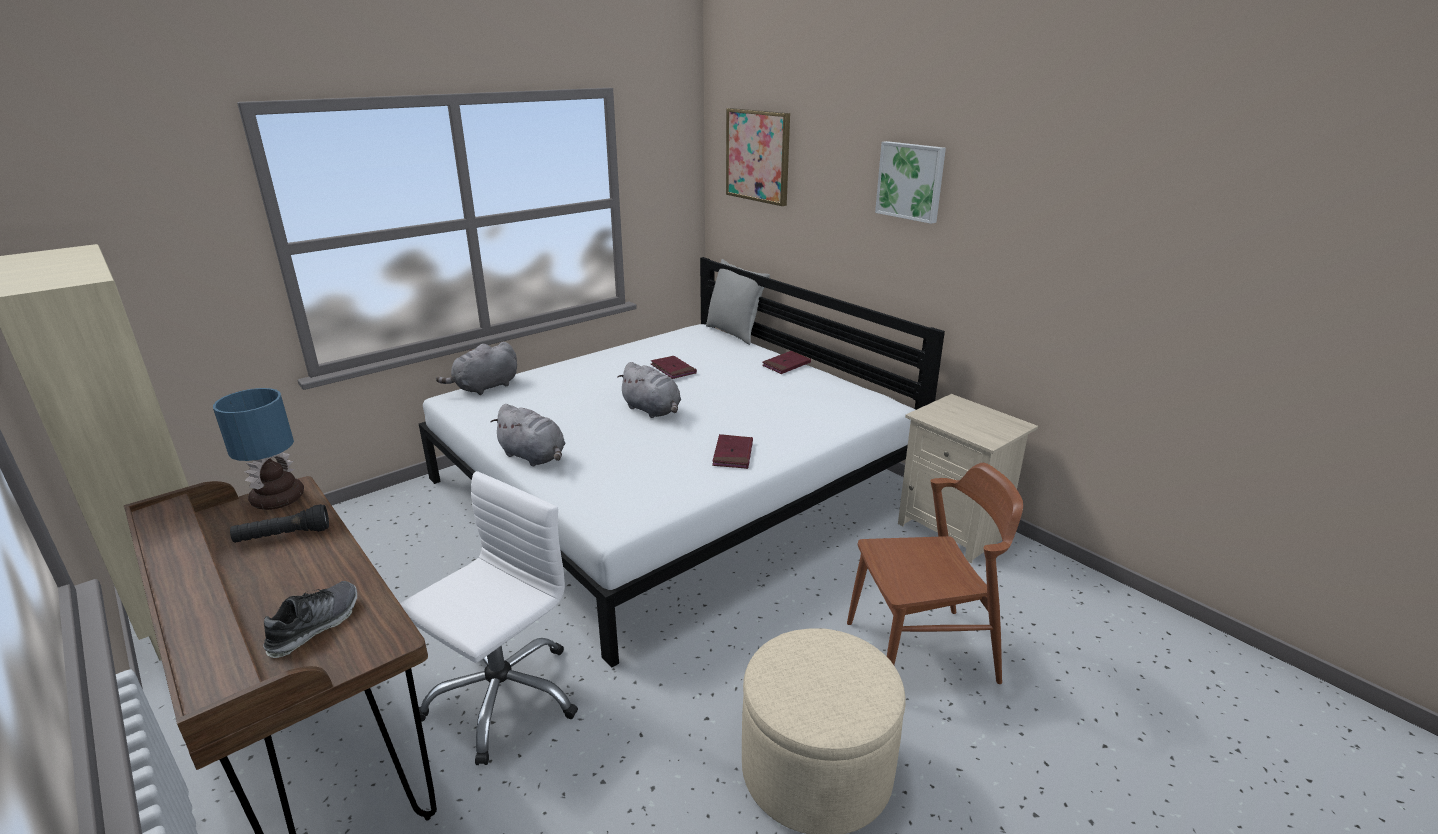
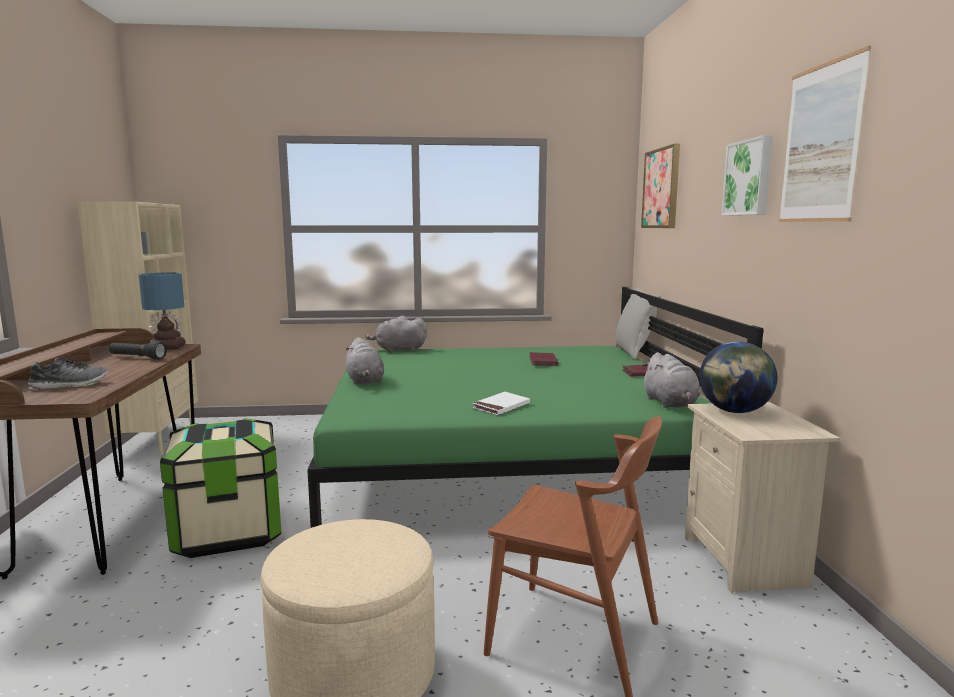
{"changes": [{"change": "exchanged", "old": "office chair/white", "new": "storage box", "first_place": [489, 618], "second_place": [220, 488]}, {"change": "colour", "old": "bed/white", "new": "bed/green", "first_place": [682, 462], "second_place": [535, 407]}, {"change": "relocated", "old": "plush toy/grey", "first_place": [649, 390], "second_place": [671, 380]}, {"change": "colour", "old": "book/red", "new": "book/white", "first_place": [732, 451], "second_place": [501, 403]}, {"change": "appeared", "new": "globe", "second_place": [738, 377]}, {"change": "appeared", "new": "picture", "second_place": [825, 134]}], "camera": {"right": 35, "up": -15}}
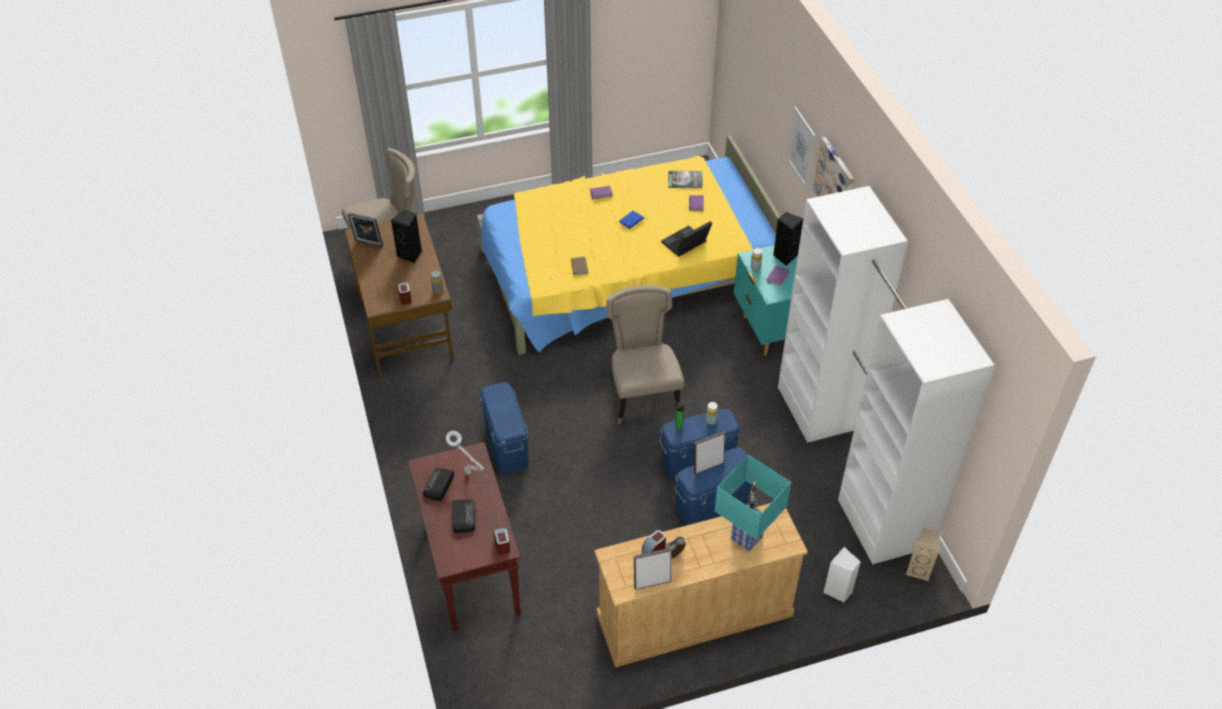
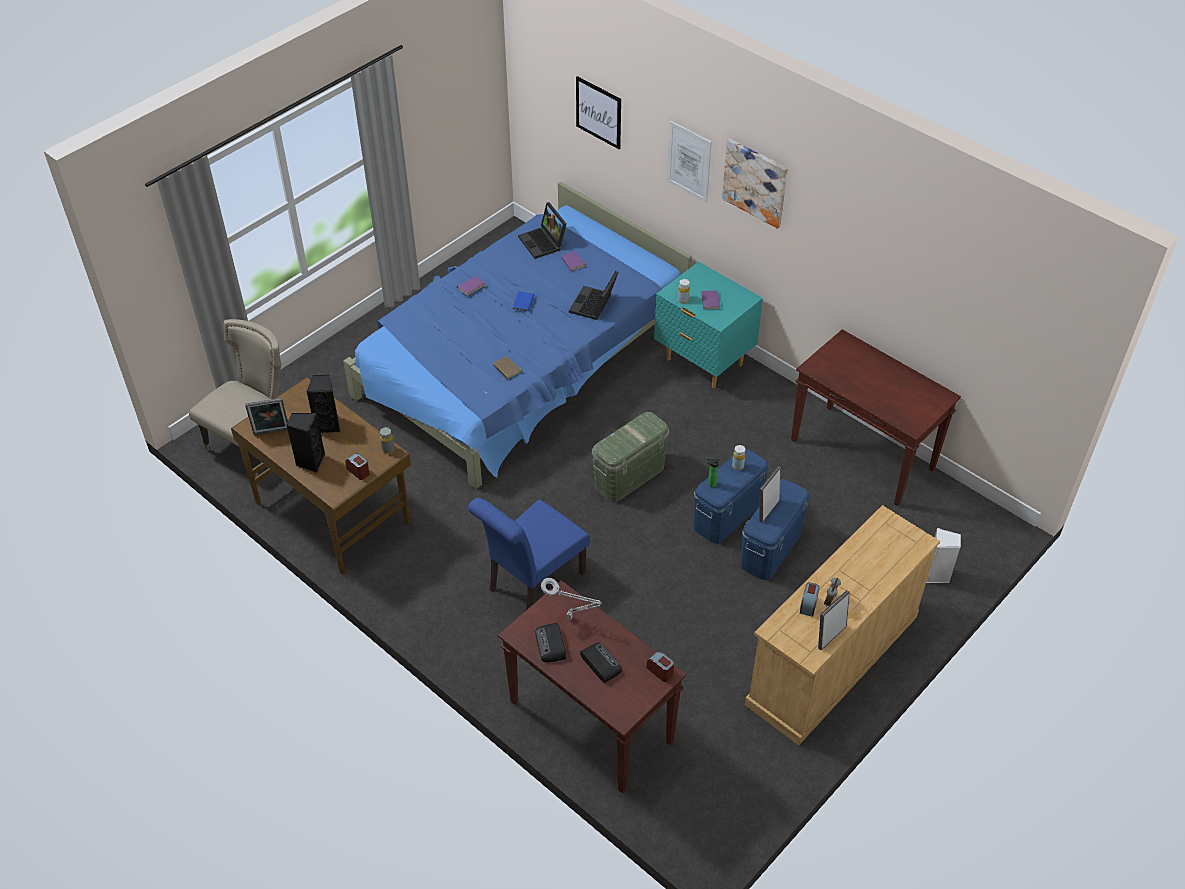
{"changes": [{"change": "colour", "old": "bed/yellow", "new": "bed/blue", "first_place": [628, 245], "second_place": [517, 335]}, {"change": "exchanged", "old": "storage box/blue", "new": "chair/blue", "first_place": [504, 427], "second_place": [529, 554]}, {"change": "exchanged", "old": "chair/beige", "new": "storage box/green", "first_place": [645, 354], "second_place": [630, 457]}, {"change": "exchanged", "old": "book", "new": "laptop", "first_place": [685, 179], "second_place": [542, 230]}, {"change": "missing", "old": "table lamp/turquoise", "first_place": [753, 503]}, {"change": "relocated", "old": "speaker/black", "first_place": [788, 239], "second_place": [305, 443]}, {"change": "exchanged", "old": "wardrobe/white", "new": "console table/brown", "first_place": [886, 375], "second_place": [876, 417]}, {"change": "missing", "old": "speaker/beige", "first_place": [922, 554]}, {"change": "appeared", "new": "picture", "second_place": [598, 112]}], "camera": {"right": -30, "up": 0}}
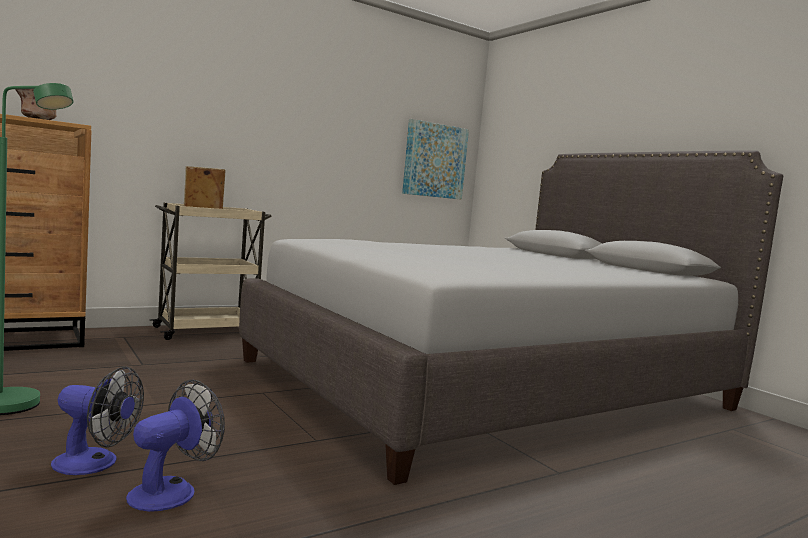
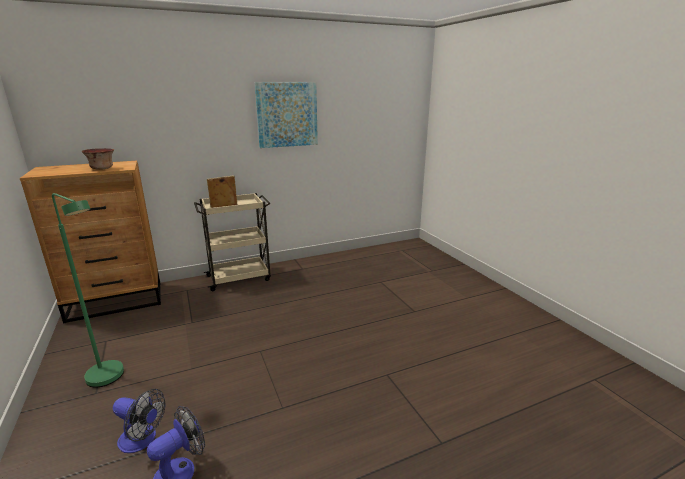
{"changes": [{"change": "missing", "old": "bed/grey", "first_place": [511, 317]}, {"change": "relocated", "old": "picture", "first_place": [435, 159], "second_place": [286, 115]}], "camera": {"right": 10, "up": 15}}
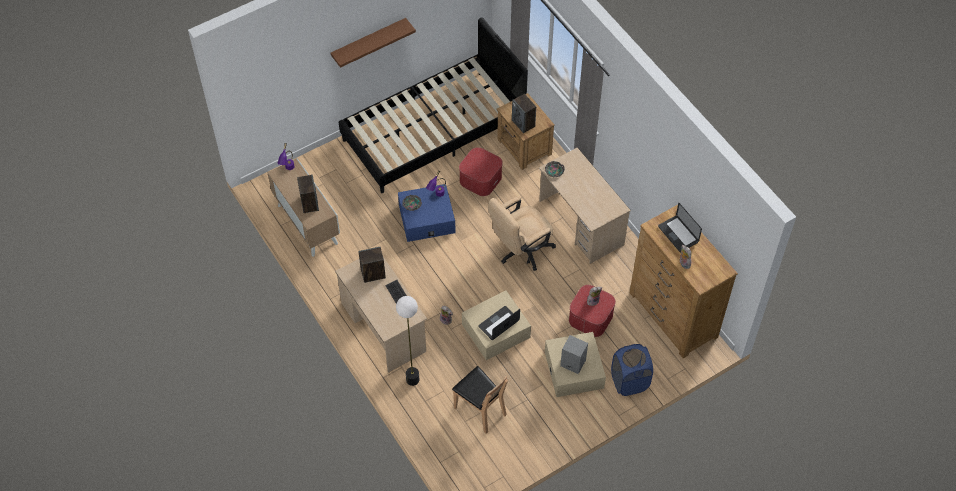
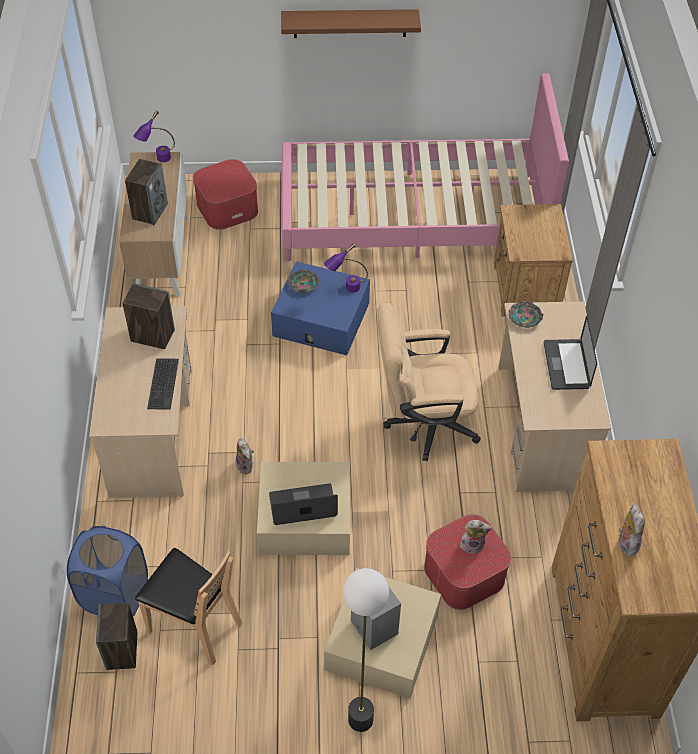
{"changes": [{"change": "colour", "old": "bed/black", "new": "bed/pink", "first_place": [433, 105], "second_place": [425, 167]}, {"change": "relocated", "old": "floor lamp", "first_place": [408, 341], "second_place": [366, 650]}, {"change": "spun", "old": "chair/brown", "first_place": [480, 400], "second_place": [188, 606], "degrees": -45}, {"change": "relocated", "old": "ottoman", "first_place": [481, 171], "second_place": [225, 194]}, {"change": "relocated", "old": "speaker", "first_place": [524, 113], "second_place": [116, 636]}, {"change": "relocated", "old": "laundry basket/blue", "first_place": [632, 370], "second_place": [107, 571]}, {"change": "relocated", "old": "laptop", "first_place": [680, 227], "second_place": [570, 352]}], "camera": {"right": 30, "up": -5}}
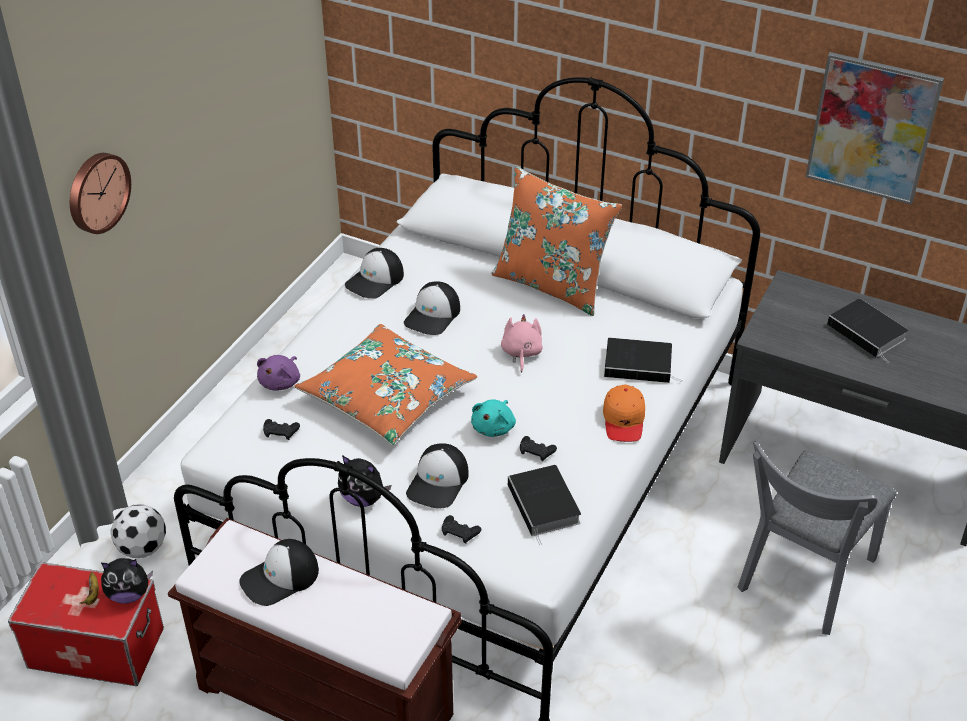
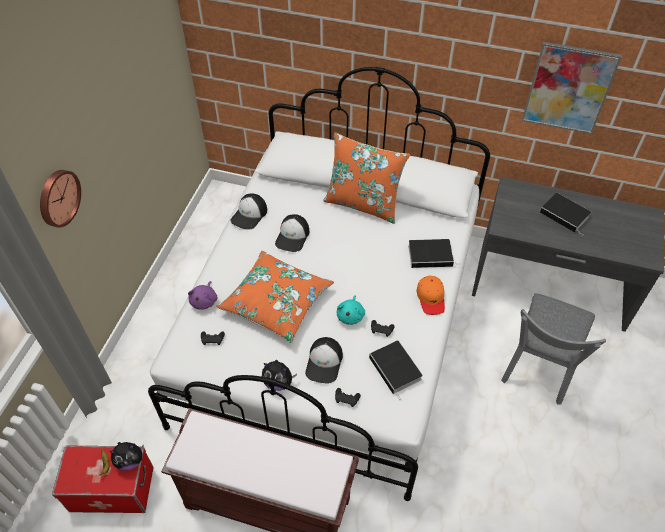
{"changes": [{"change": "missing", "old": "football", "first_place": [138, 531]}, {"change": "missing", "old": "cap", "first_place": [279, 572]}, {"change": "missing", "old": "plush toy/pink", "first_place": [522, 343]}], "camera": {"right": -10, "up": 10}}
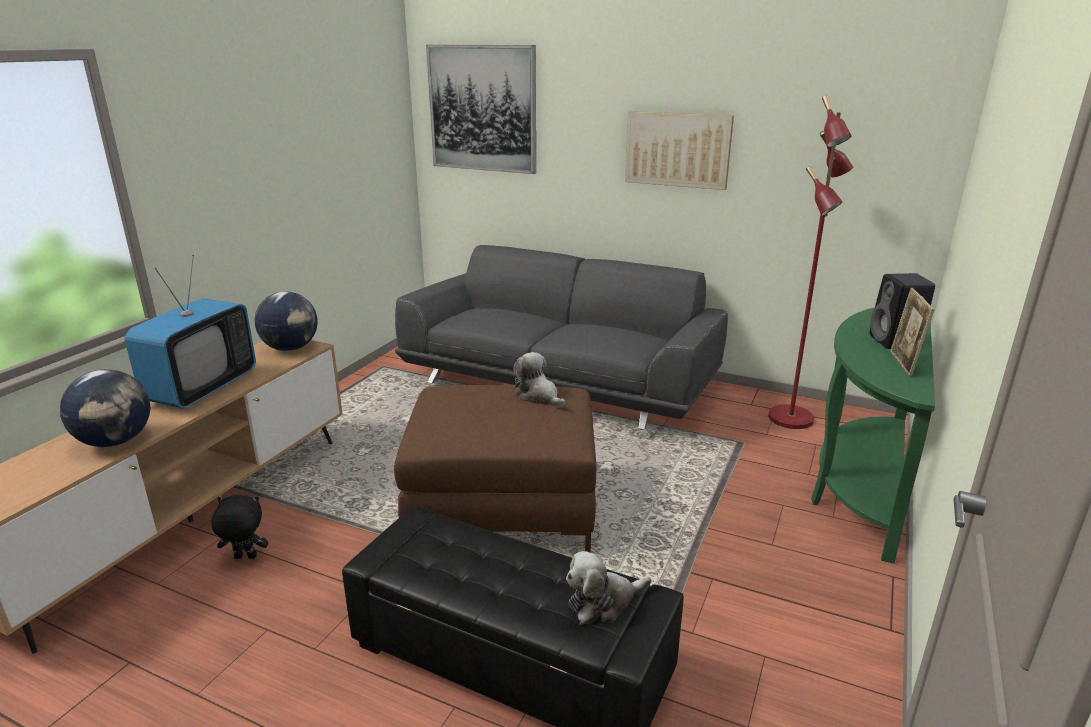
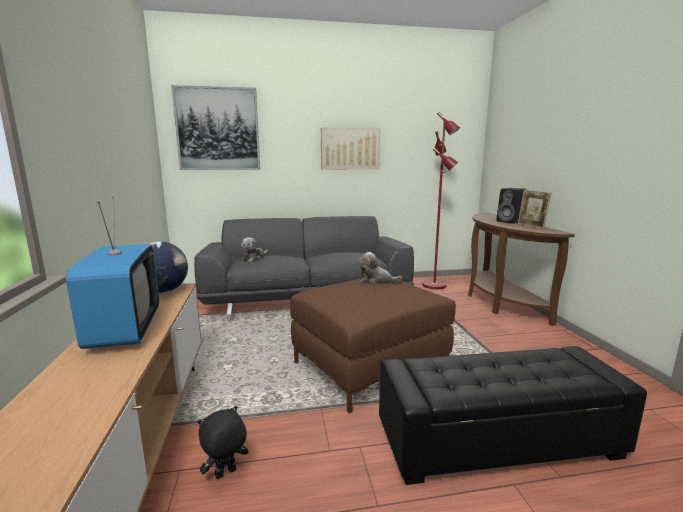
{"changes": [{"change": "missing", "old": "globe", "first_place": [105, 408]}, {"change": "relocated", "old": "plush toy", "first_place": [608, 587], "second_place": [254, 249]}, {"change": "colour", "old": "console table/green", "new": "console table/brown", "first_place": [873, 436], "second_place": [521, 269]}], "camera": {"right": -35, "up": -10}}
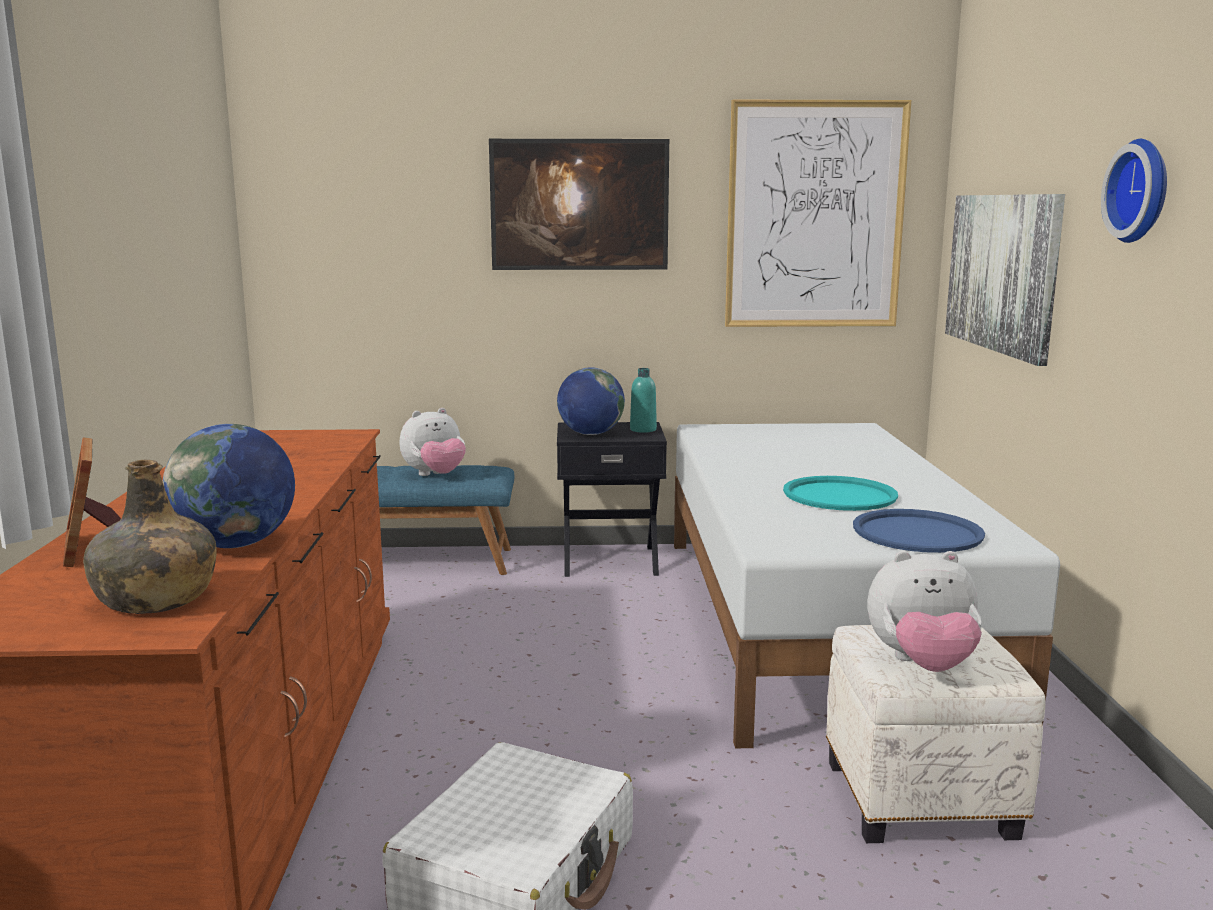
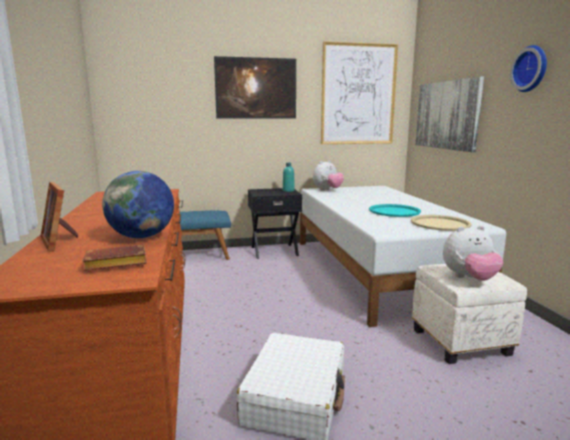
{"changes": [{"change": "exchanged", "old": "bottle/green", "new": "book/brown", "first_place": [149, 537], "second_place": [114, 258]}, {"change": "relocated", "old": "plush toy", "first_place": [432, 442], "second_place": [328, 175]}, {"change": "missing", "old": "globe", "first_place": [591, 401]}, {"change": "colour", "old": "tray/blue", "new": "tray/beige", "first_place": [919, 531], "second_place": [441, 223]}], "camera": {"right": -10, "up": 0}}
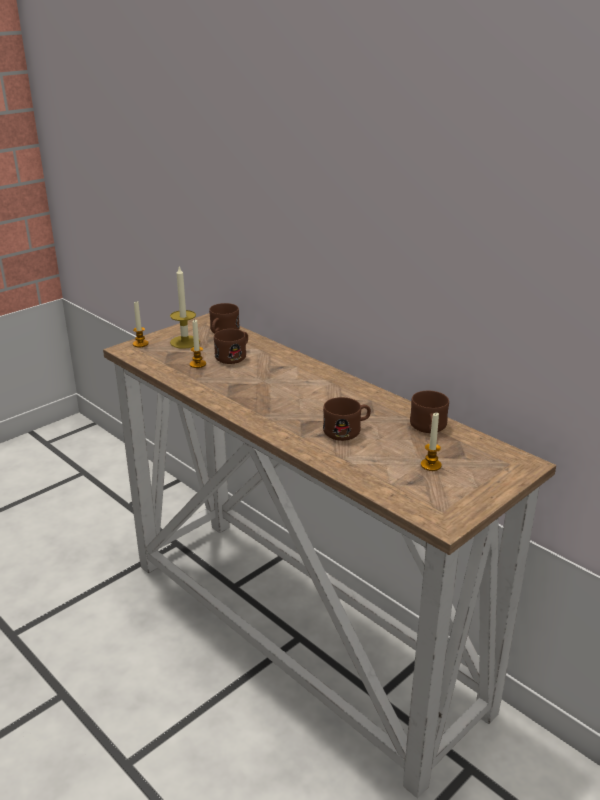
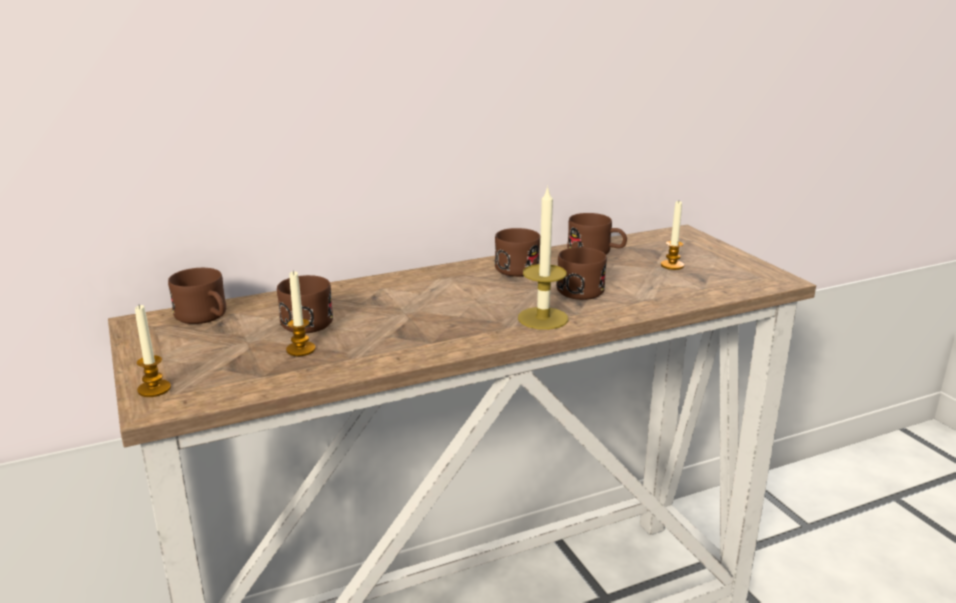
{"changes": [{"change": "relocated", "old": "candle", "first_place": [185, 307], "second_place": [543, 257]}, {"change": "appeared", "new": "mug/brown", "second_place": [517, 252]}], "camera": {"right": -70, "up": -5}}
